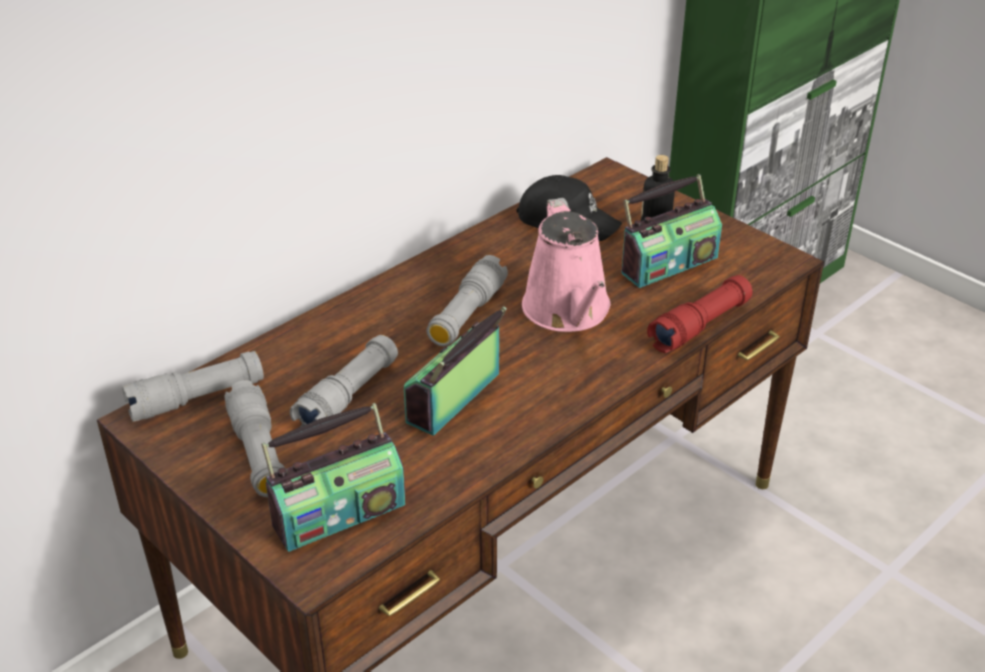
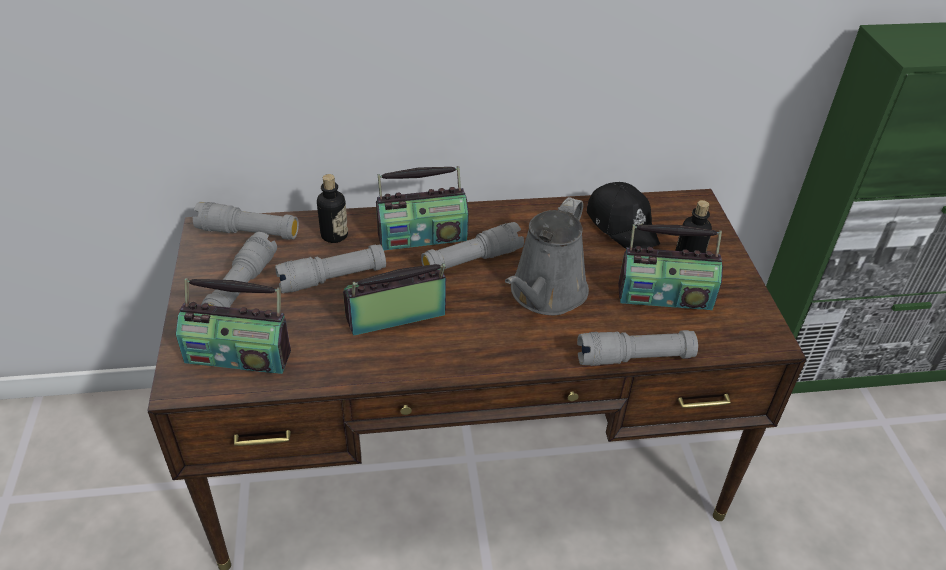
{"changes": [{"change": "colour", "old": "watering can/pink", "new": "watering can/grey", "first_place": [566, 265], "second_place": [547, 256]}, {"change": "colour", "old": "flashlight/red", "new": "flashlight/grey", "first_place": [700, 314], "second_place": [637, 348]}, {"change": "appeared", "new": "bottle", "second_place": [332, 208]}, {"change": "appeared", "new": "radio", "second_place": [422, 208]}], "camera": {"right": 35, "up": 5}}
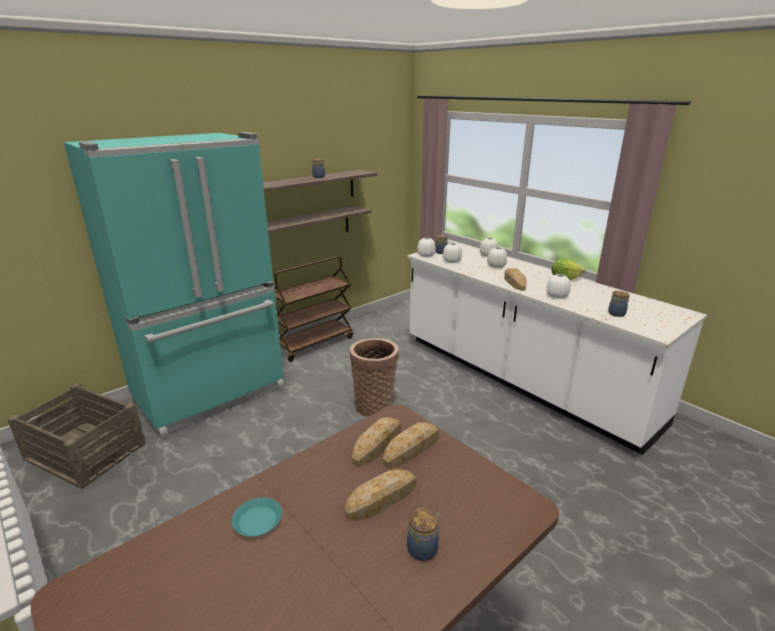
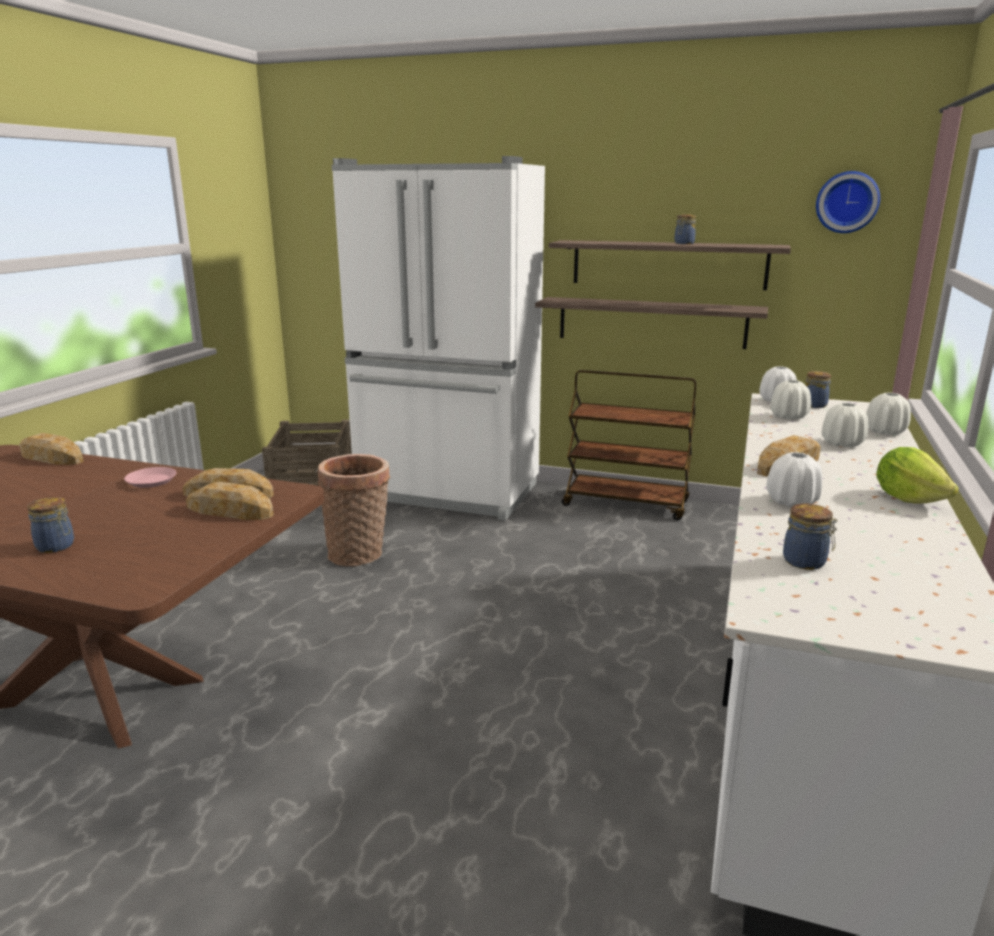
{"changes": [{"change": "colour", "old": "fridge/turquoise", "new": "fridge/white", "first_place": [174, 285], "second_place": [438, 338]}, {"change": "missing", "old": "plate/turquoise", "first_place": [257, 517]}, {"change": "relocated", "old": "bread", "first_place": [381, 495], "second_place": [51, 449]}, {"change": "relocated", "old": "basket", "first_place": [374, 377], "second_place": [354, 510]}, {"change": "appeared", "new": "plate/pink", "second_place": [150, 477]}, {"change": "appeared", "new": "wall clock", "second_place": [848, 202]}], "camera": {"right": 60, "up": -5}}
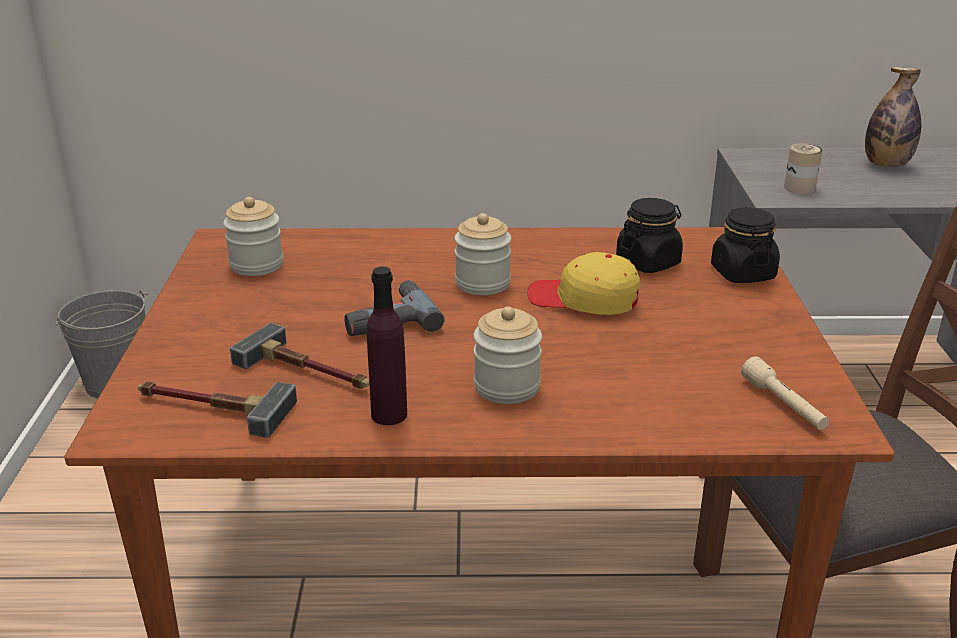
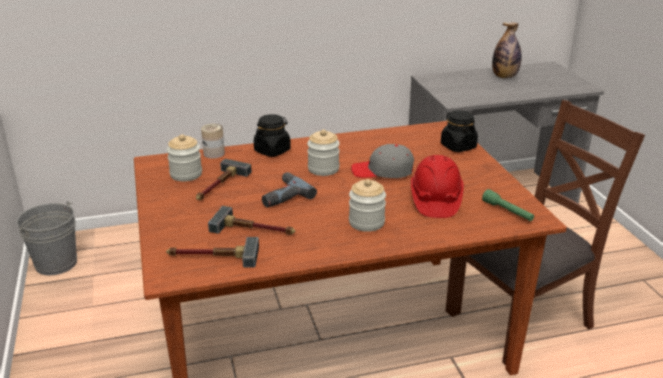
{"changes": [{"change": "missing", "old": "bottle/purple", "first_place": [386, 346]}, {"change": "colour", "old": "cap/yellow", "new": "cap/grey", "first_place": [583, 283], "second_place": [382, 161]}, {"change": "relocated", "old": "jar/black", "first_place": [649, 235], "second_place": [272, 135]}, {"change": "colour", "old": "flashlight/beige", "new": "flashlight/green", "first_place": [785, 393], "second_place": [508, 205]}, {"change": "relocated", "old": "can", "first_place": [803, 169], "second_place": [213, 141]}, {"change": "appeared", "new": "hammer", "second_place": [224, 179]}, {"change": "appeared", "new": "hard hat/red", "second_place": [437, 186]}], "camera": {"right": -15, "up": 0}}
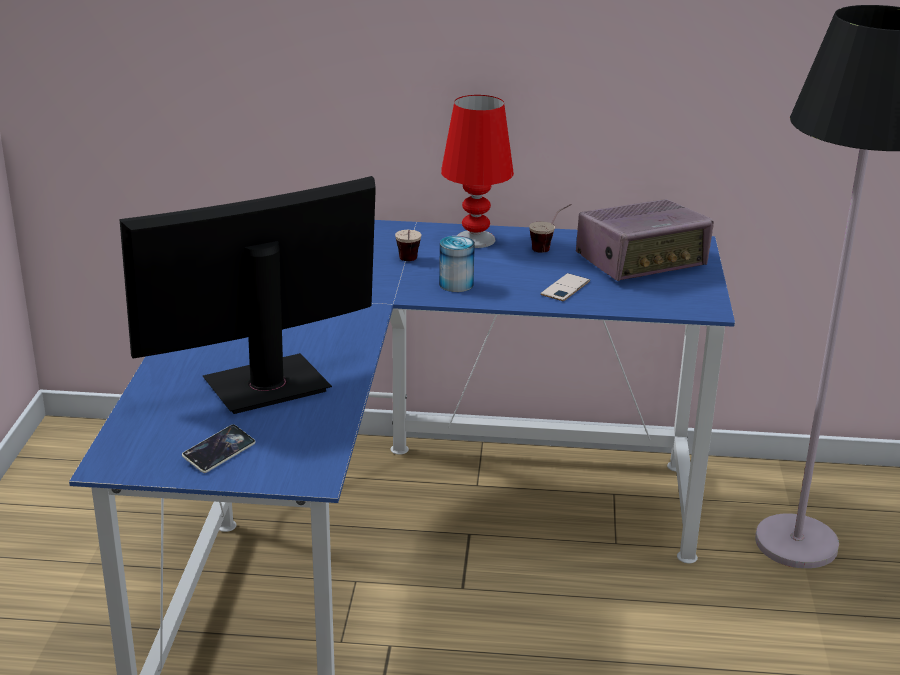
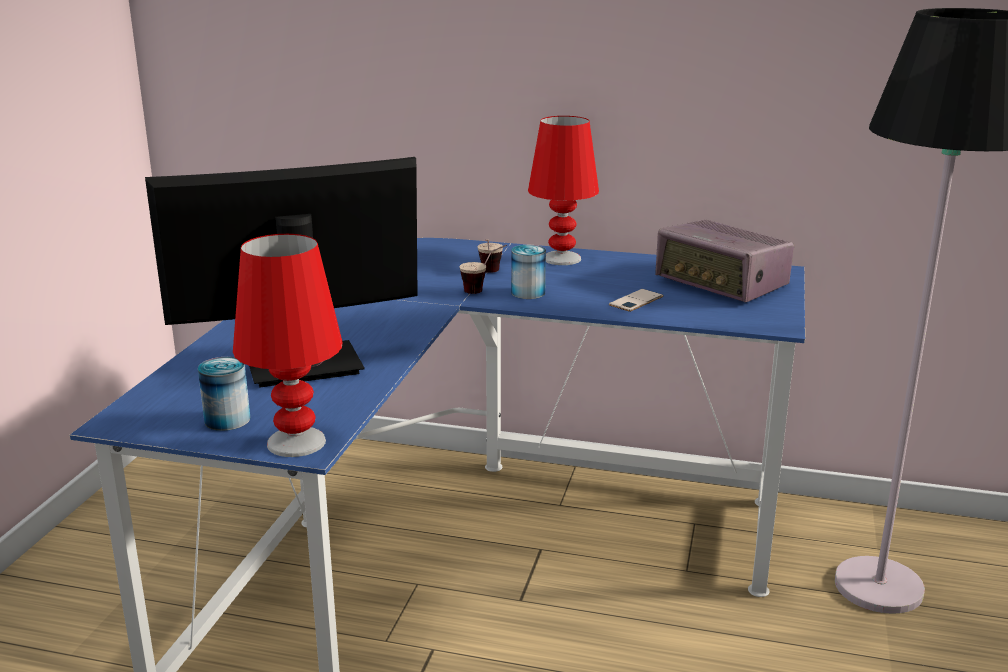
{"changes": [{"change": "exchanged", "old": "phone", "new": "can", "first_place": [219, 449], "second_place": [224, 394]}, {"change": "relocated", "old": "cup", "first_place": [550, 228], "second_place": [483, 269]}, {"change": "spun", "old": "radio", "first_place": [645, 240], "second_place": [724, 261], "degrees": 60}, {"change": "appeared", "new": "table lamp/red", "second_place": [287, 345]}], "camera": {"right": 10, "up": -5}}
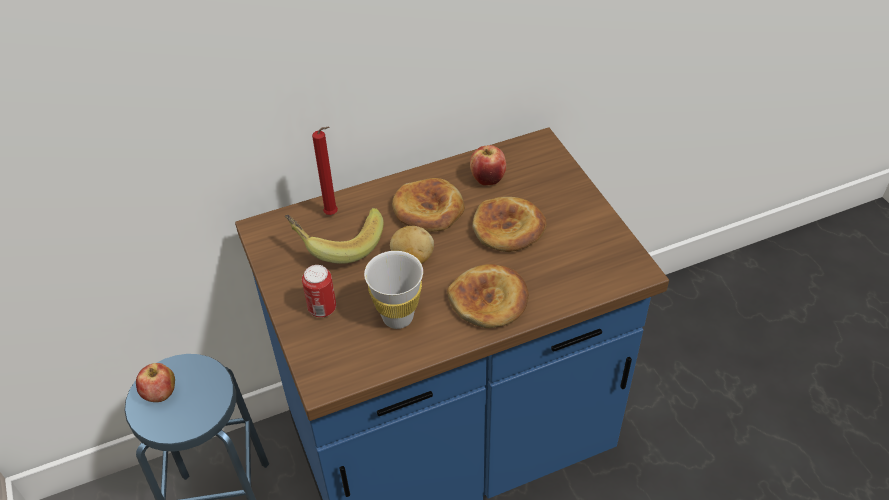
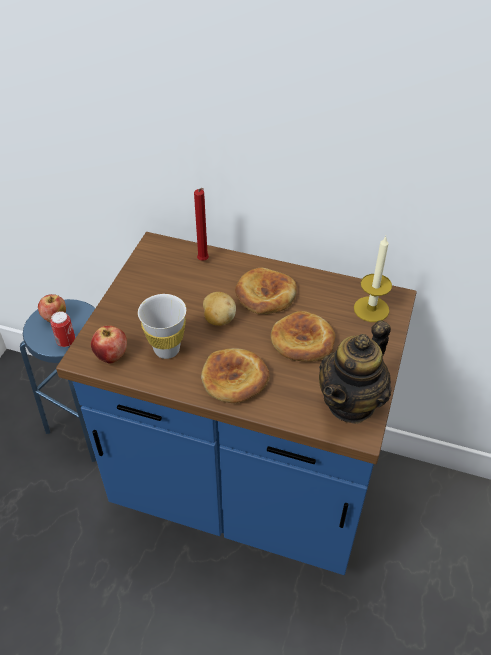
{"changes": [{"change": "missing", "old": "banana", "first_place": [334, 236]}, {"change": "relocated", "old": "can", "first_place": [319, 291], "second_place": [62, 329]}, {"change": "relocated", "old": "apple", "first_place": [488, 165], "second_place": [109, 344]}, {"change": "appeared", "new": "teapot", "second_place": [355, 372]}, {"change": "appeared", "new": "candle", "second_place": [373, 279]}], "camera": {"right": 40, "up": 0}}
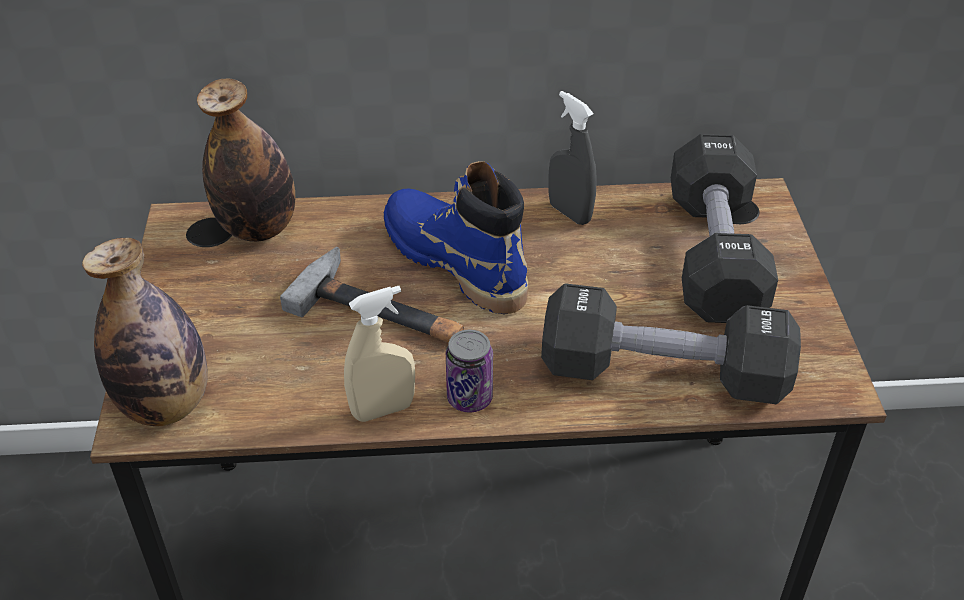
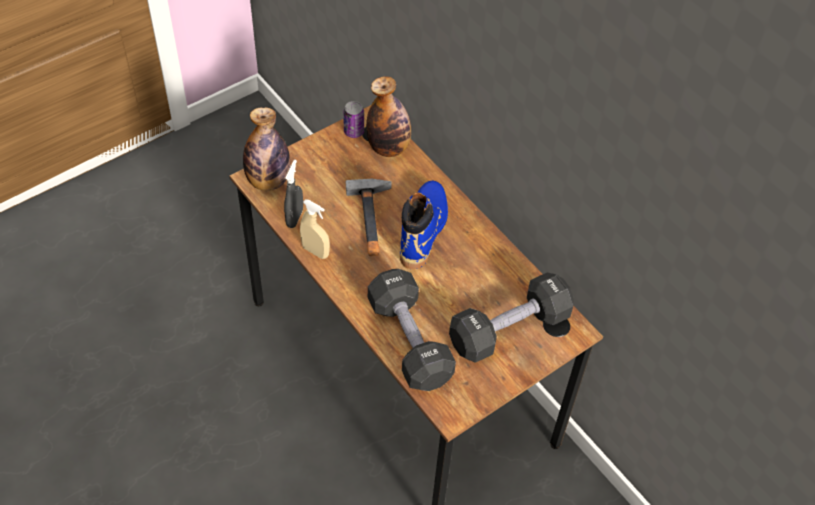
{"changes": [{"change": "relocated", "old": "can", "first_place": [469, 371], "second_place": [353, 119]}, {"change": "relocated", "old": "spray bottle/grey", "first_place": [573, 158], "second_place": [293, 194]}], "camera": {"right": 55, "up": 10}}
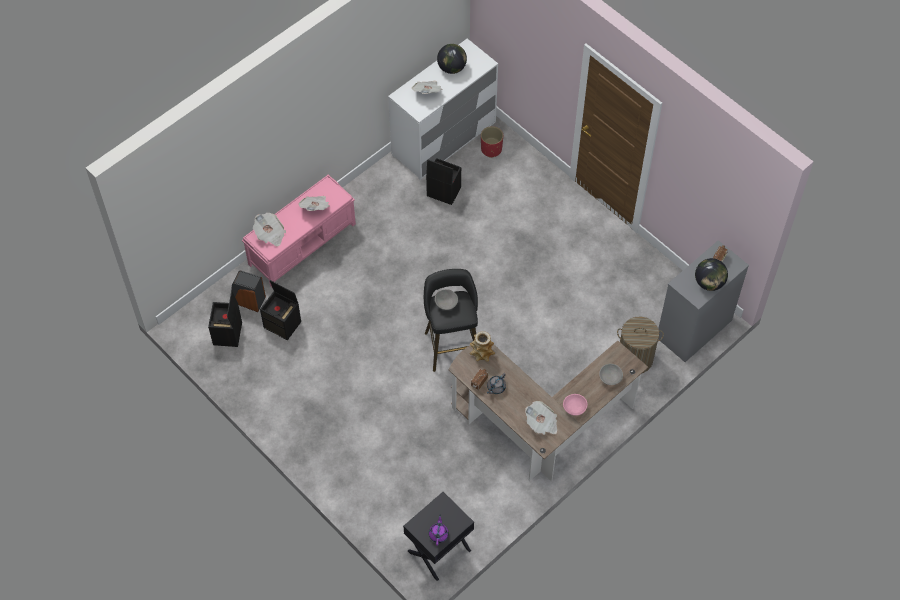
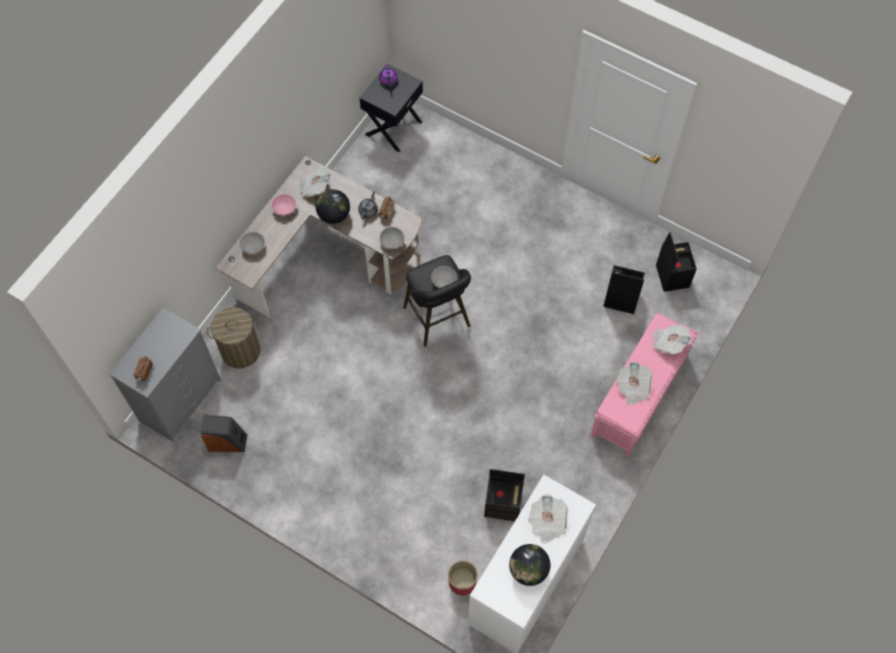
{"changes": [{"change": "relocated", "old": "speaker", "first_place": [248, 291], "second_place": [223, 433]}, {"change": "exchanged", "old": "vase", "new": "bowl/grey", "first_place": [482, 346], "second_place": [392, 238]}, {"change": "relocated", "old": "globe", "first_place": [711, 274], "second_place": [333, 206]}], "camera": {"right": 165, "up": 5}}
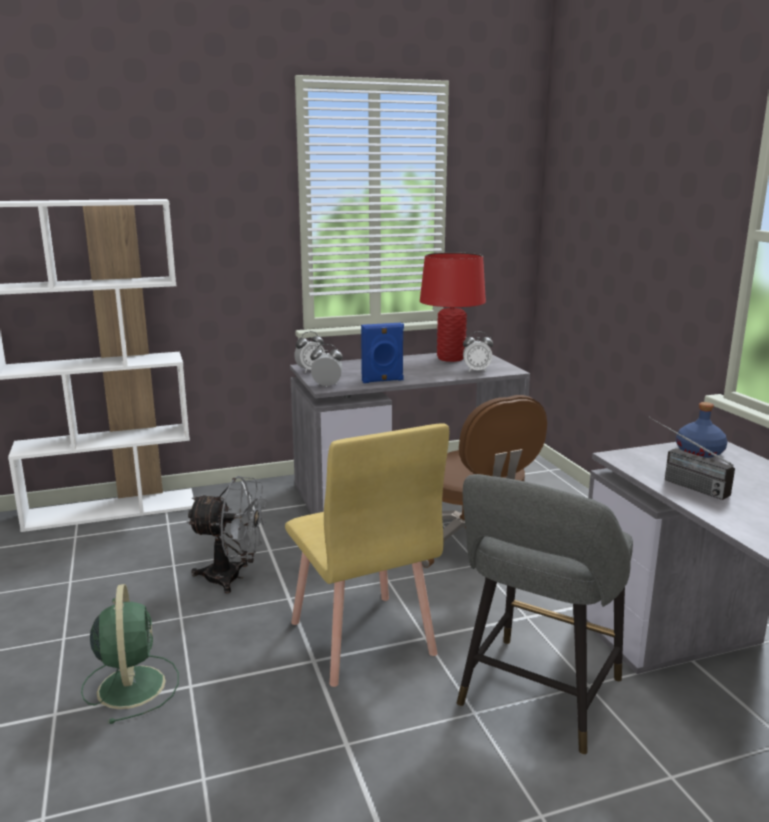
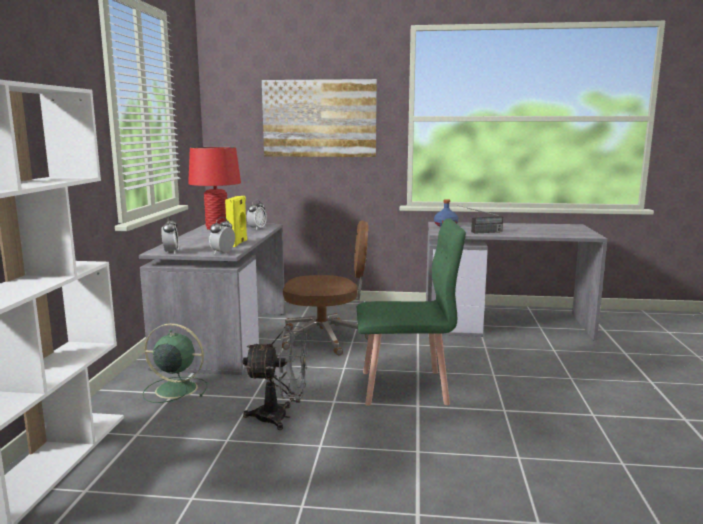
{"changes": [{"change": "relocated", "old": "fan/green", "first_place": [130, 654], "second_place": [175, 363]}, {"change": "spun", "old": "fan/grey", "first_place": [226, 534], "second_place": [275, 378], "degrees": 60}, {"change": "colour", "old": "chair/yellow", "new": "chair/green", "first_place": [367, 555], "second_place": [411, 312]}, {"change": "colour", "old": "speaker/blue", "new": "speaker/yellow", "first_place": [382, 353], "second_place": [236, 221]}, {"change": "missing", "old": "stool/grey", "first_place": [545, 614]}, {"change": "appeared", "new": "picture", "second_place": [319, 118]}], "camera": {"right": -65, "up": -5}}
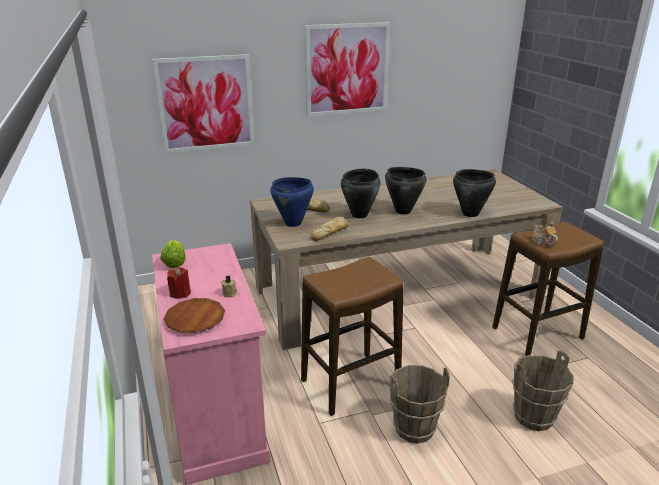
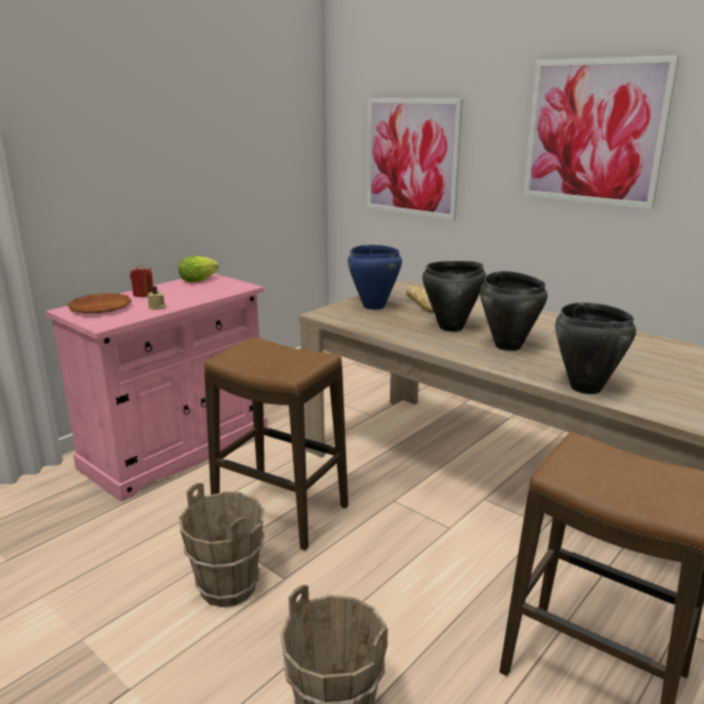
{"changes": [{"change": "missing", "old": "bread", "first_place": [330, 229]}, {"change": "missing", "old": "teapot", "first_place": [545, 234]}], "camera": {"right": 60, "up": -5}}
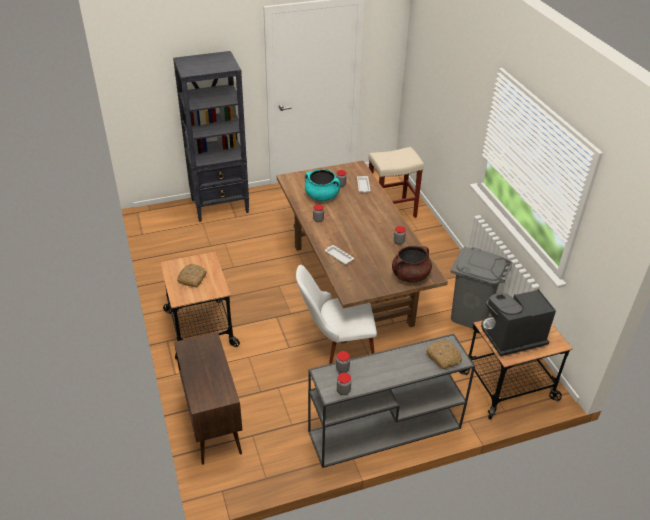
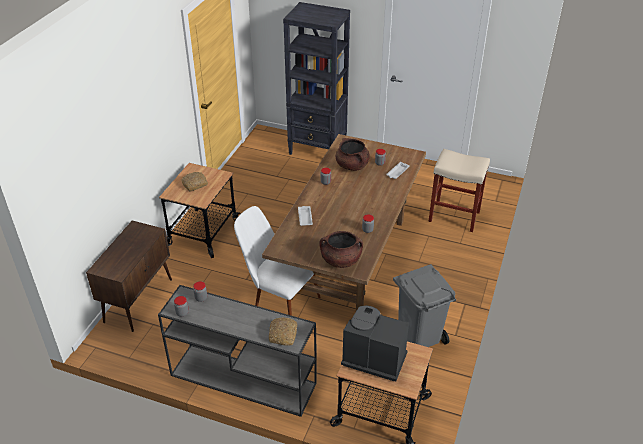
{"changes": [{"change": "colour", "old": "cooking pot/turquoise", "new": "cooking pot/brown", "first_place": [323, 185], "second_place": [353, 154]}], "camera": {"right": 40, "up": 0}}
